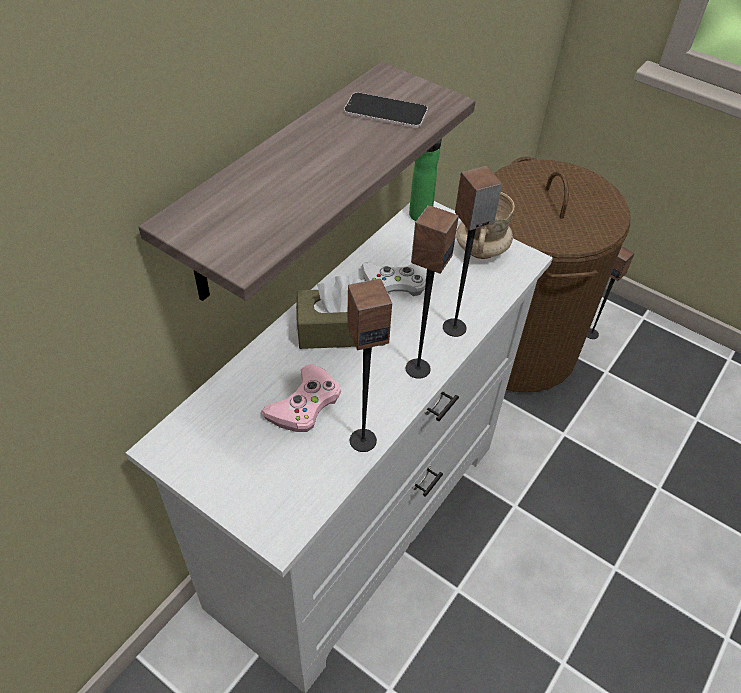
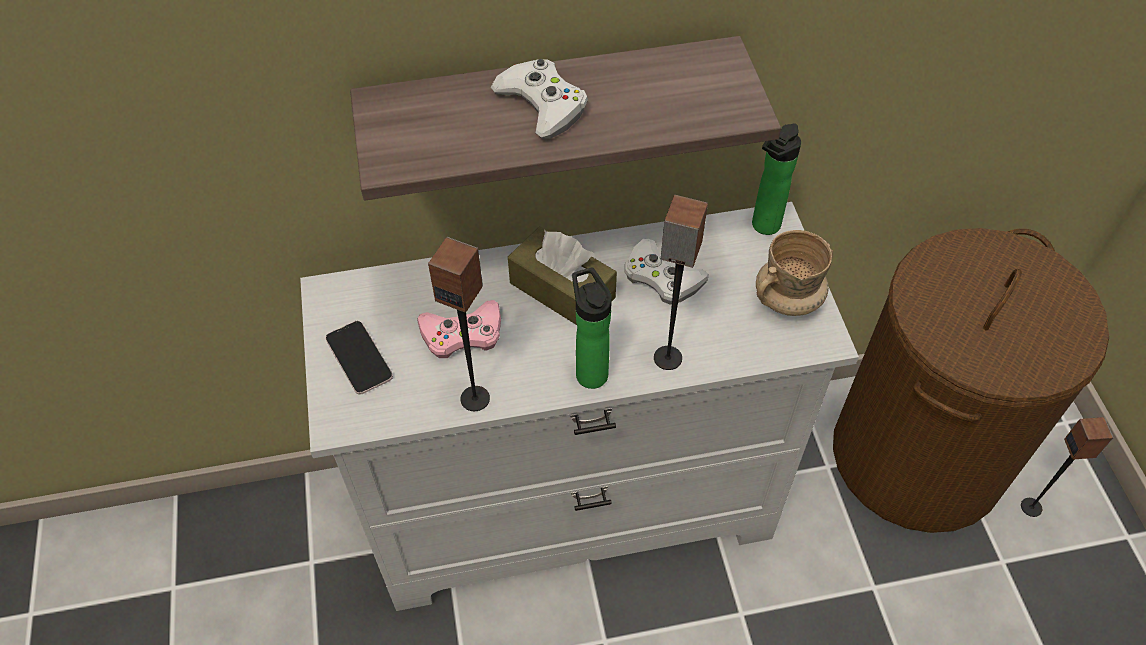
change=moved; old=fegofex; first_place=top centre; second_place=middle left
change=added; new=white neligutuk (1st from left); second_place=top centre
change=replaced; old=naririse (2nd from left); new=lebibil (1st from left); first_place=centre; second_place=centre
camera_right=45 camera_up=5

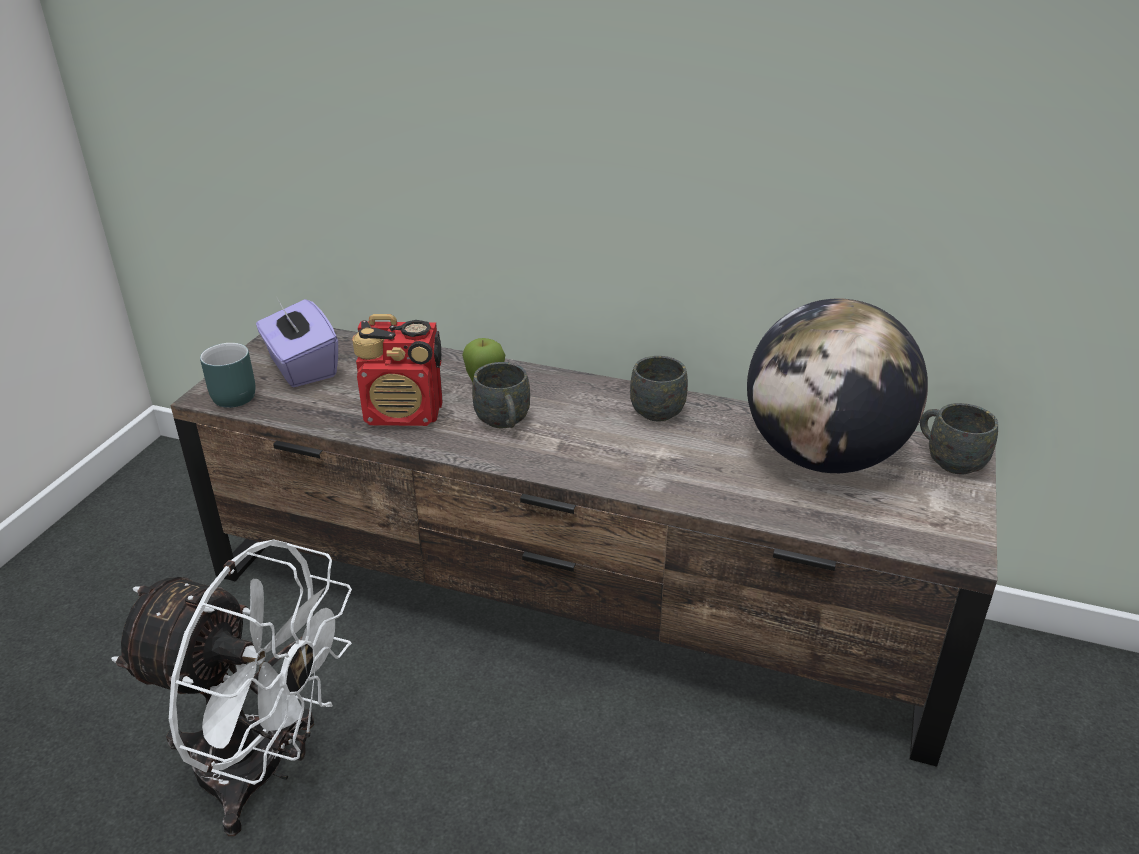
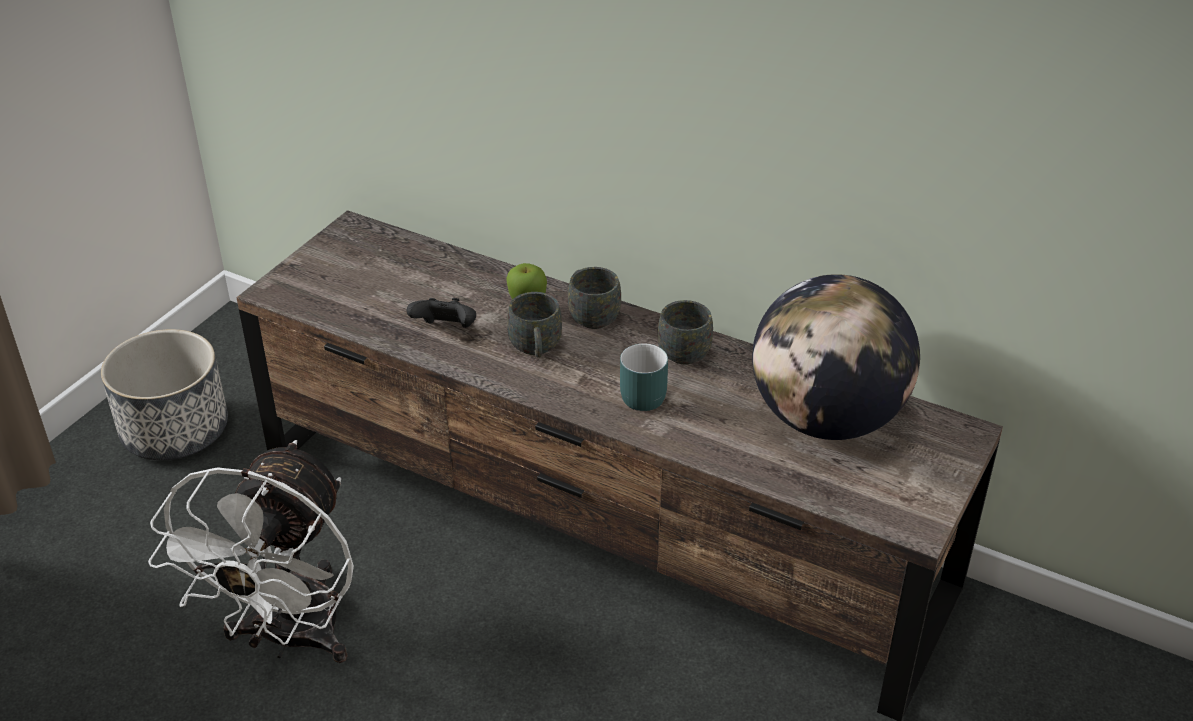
change=added; new=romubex; second_place=middle left
change=turned; old=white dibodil; first_place=bottom left; second_place=bottom left; degrees=75
change=replaced; old=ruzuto; new=black neligutuk; first_place=centre; second_place=centre
change=moved; old=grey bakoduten (3rd from left in the first image); new=grey bakoduten (2nd from left); first_place=middle right; second_place=centre
change=moved; old=turquoise bakoduten; first_place=middle left; second_place=centre
change=removed; old=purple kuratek; first_place=middle left
camera_right=10 camera_up=5

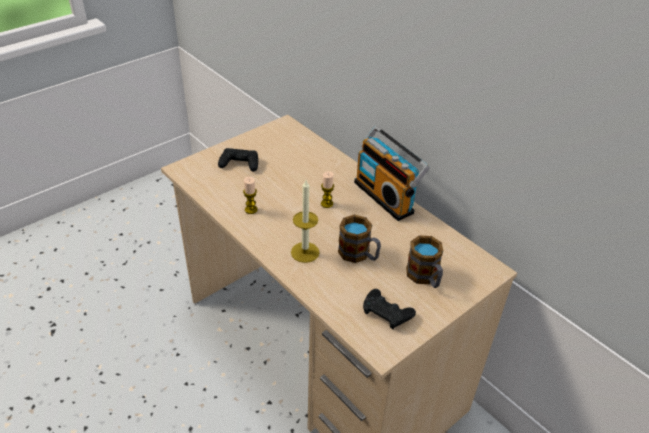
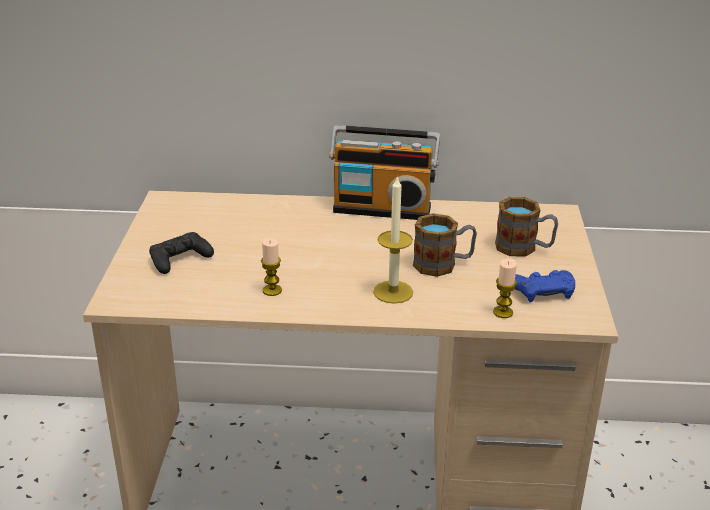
change=moved; old=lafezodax (3rd from left); first_place=centre; second_place=middle right
change=recoloured; old=black neligutuk (2nd from left); new=blue neligutuk; first_place=bottom centre; second_place=middle right
camera_right=-45 camera_up=-10

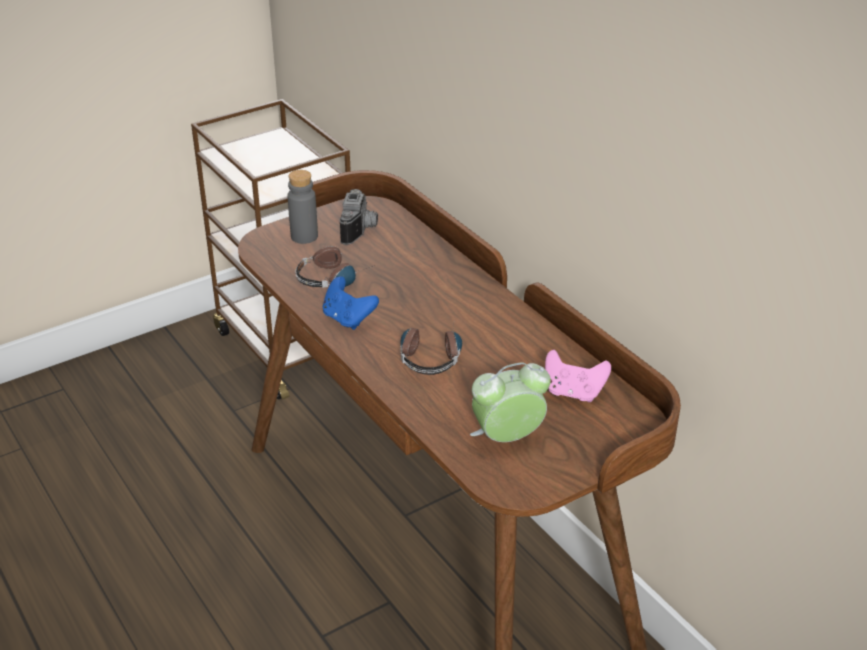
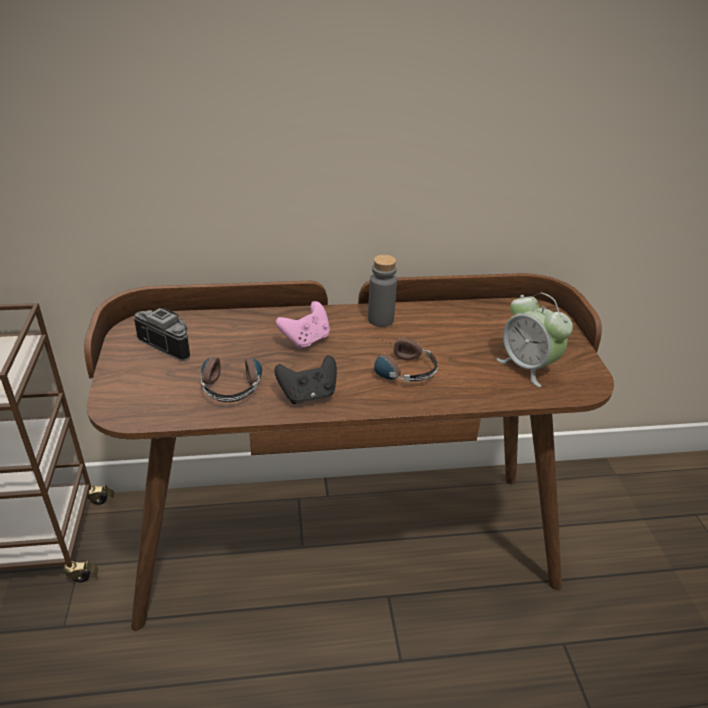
change=recoloured; old=blue neligutuk; new=black neligutuk; first_place=centre; second_place=centre
change=moved; old=pink neligutuk; first_place=middle right; second_place=centre
change=moved; old=grey lebibil; first_place=top centre; second_place=centre
change=turned; old=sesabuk; first_place=centre; second_place=middle right; degrees=-45
camera_right=-65 camera_up=0

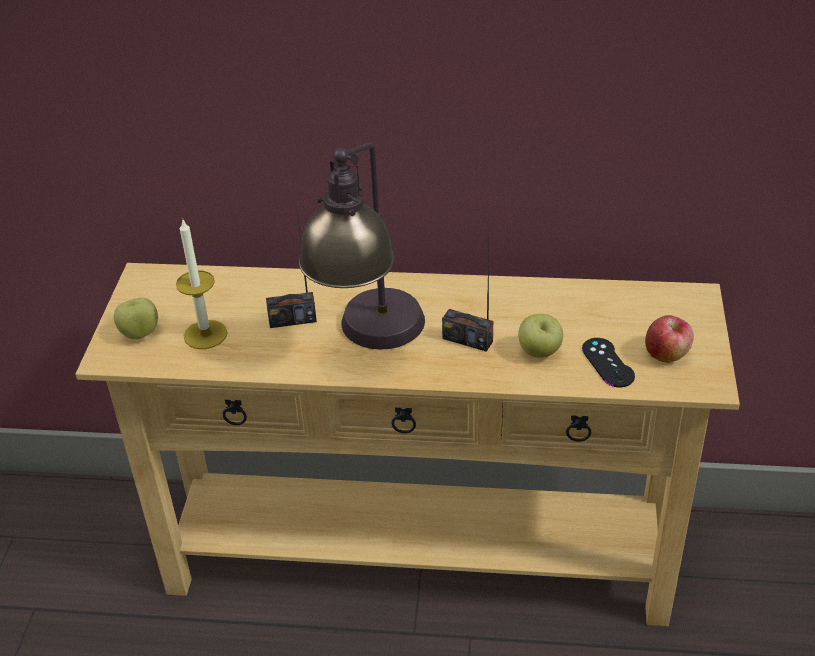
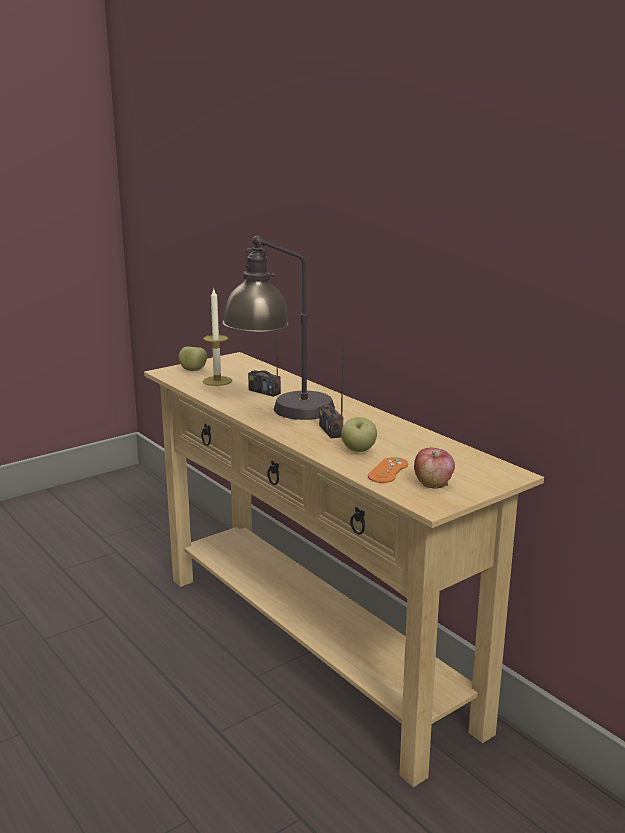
change=recoloured; old=black neligutuk; new=orange neligutuk; first_place=middle right; second_place=centre
camera_right=45 camera_up=-20

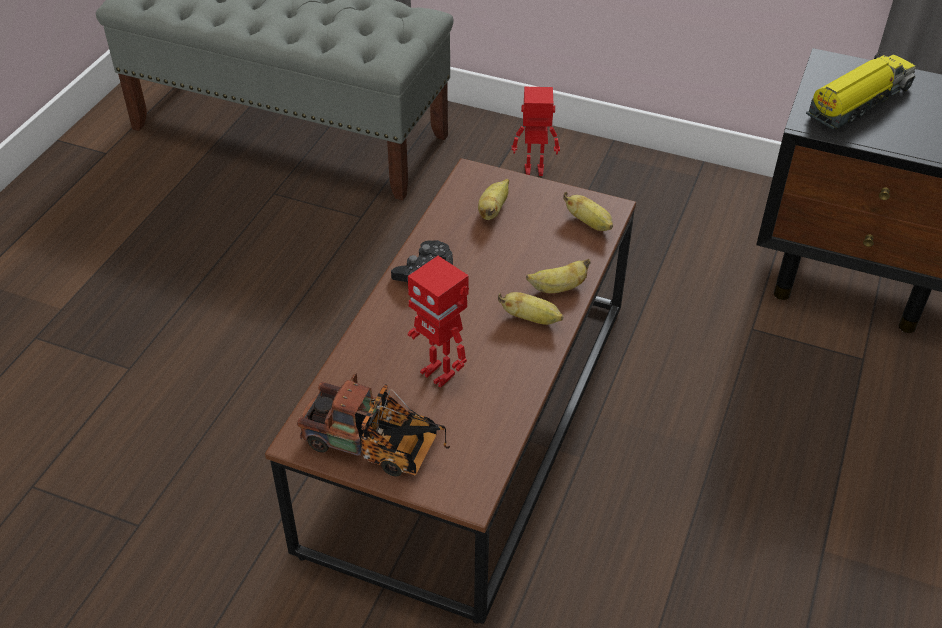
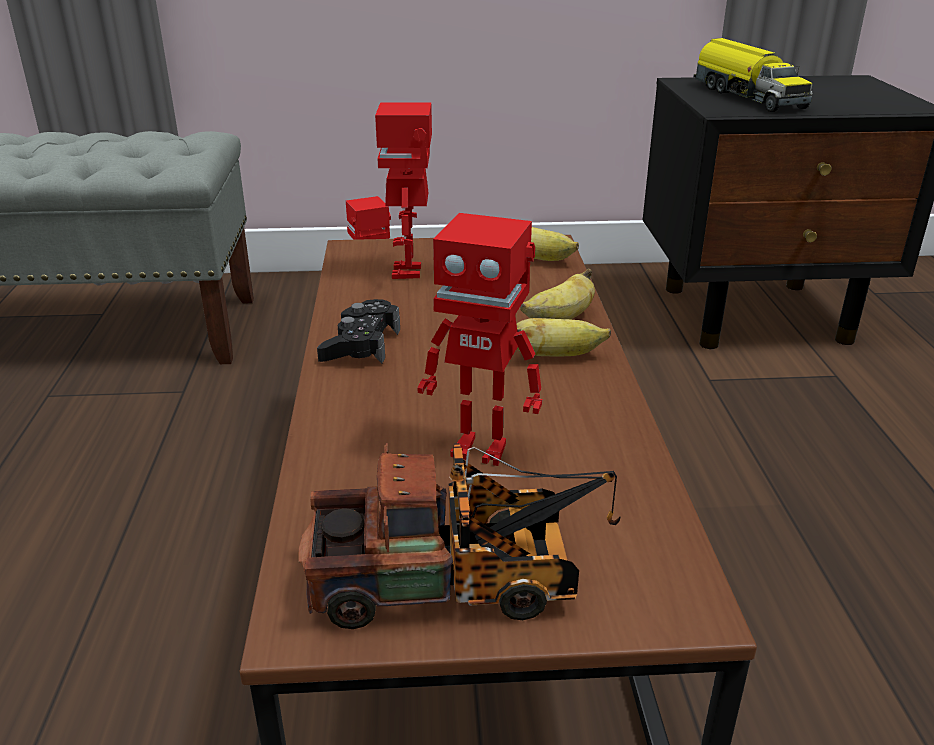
change=replaced; old=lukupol (1st from left); new=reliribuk (2nd from left); first_place=top centre; second_place=top centre
change=turned; old=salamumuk (2nd from left); first_place=top right; second_place=top right; degrees=135
camera_right=-25 camera_up=-15

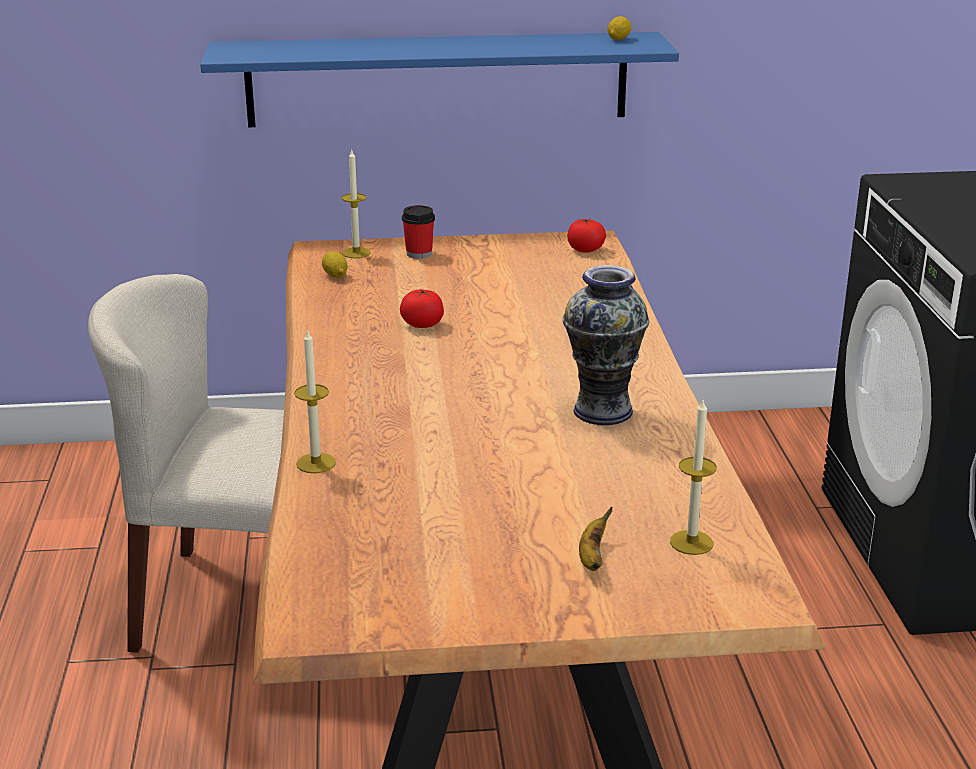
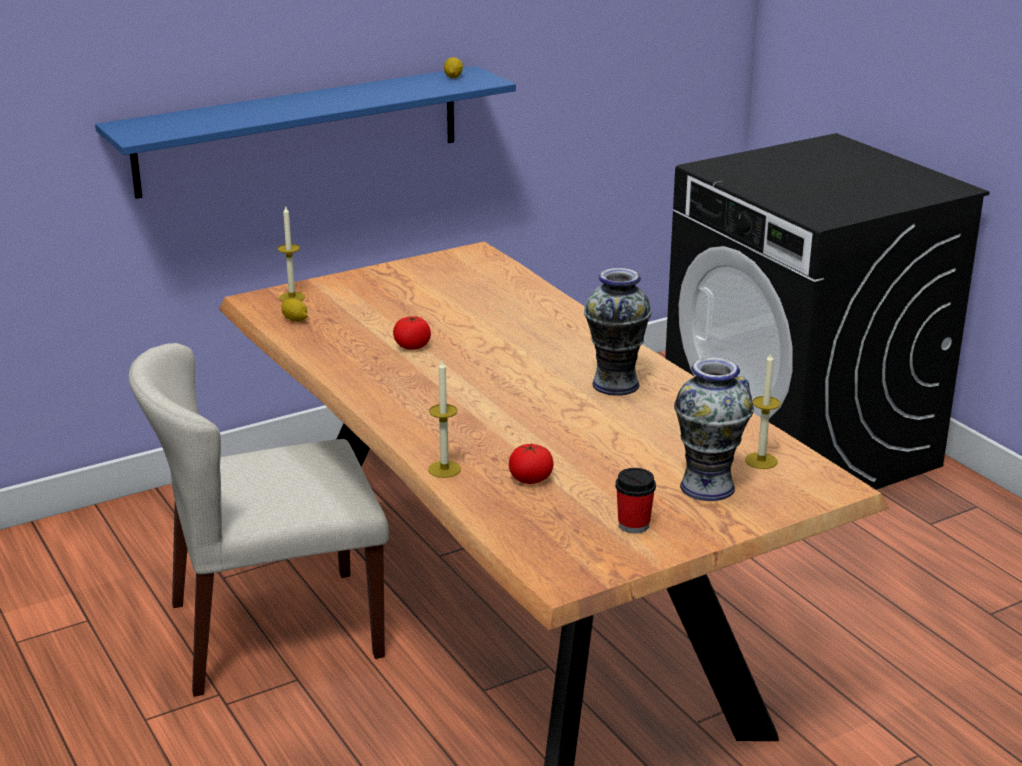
change=moved; old=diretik (2nd from left); first_place=top centre; second_place=centre
change=moved; old=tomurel; first_place=top centre; second_place=centre
change=replaced; old=lukupol; new=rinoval (2nd from left); first_place=bottom centre; second_place=middle right
camera_right=-25 camera_up=0

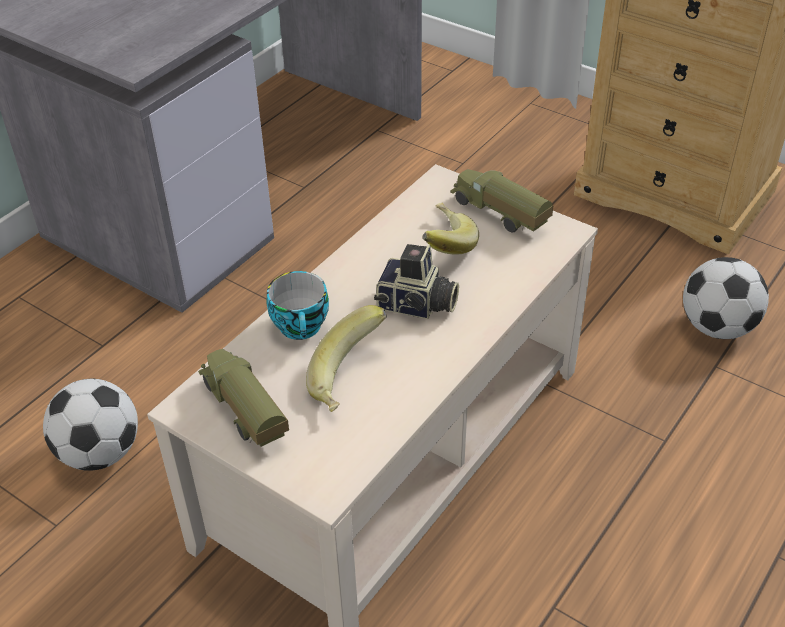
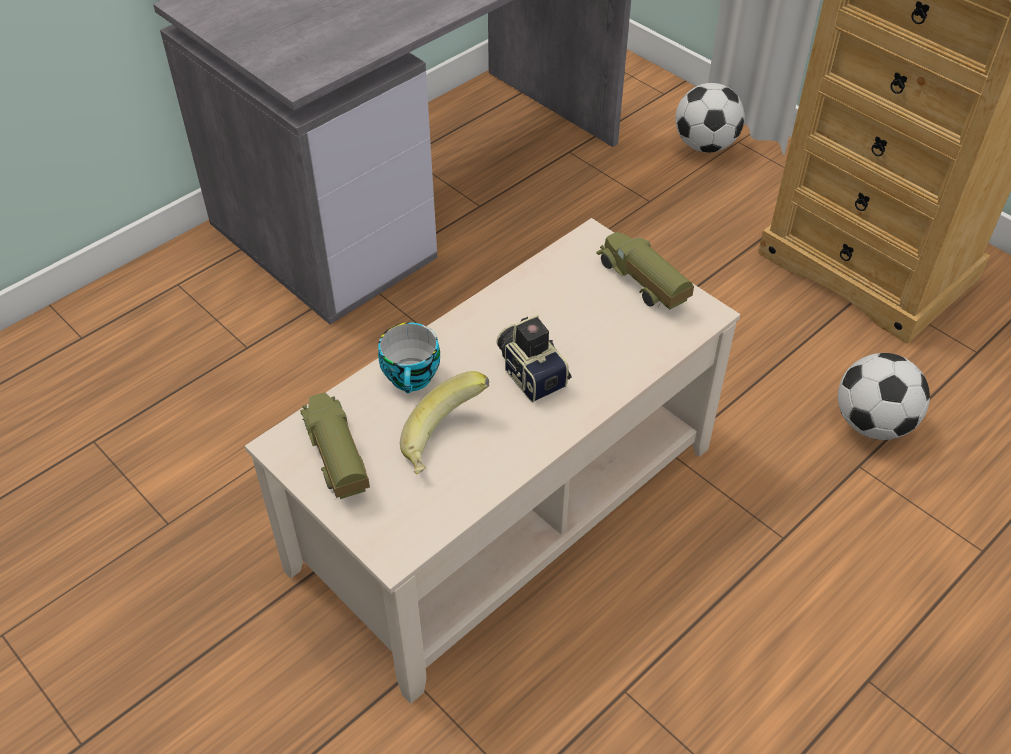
change=turned; old=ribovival; first_place=centre; second_place=centre; degrees=-150
change=moved; old=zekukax (1st from left); first_place=bottom left; second_place=top right
change=removed; old=lukupol (2nd from left); first_place=centre
camera_right=10 camera_up=5

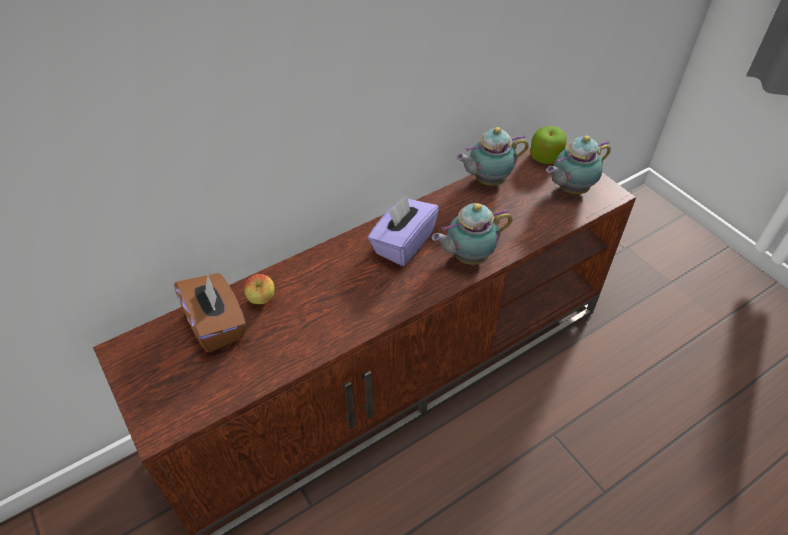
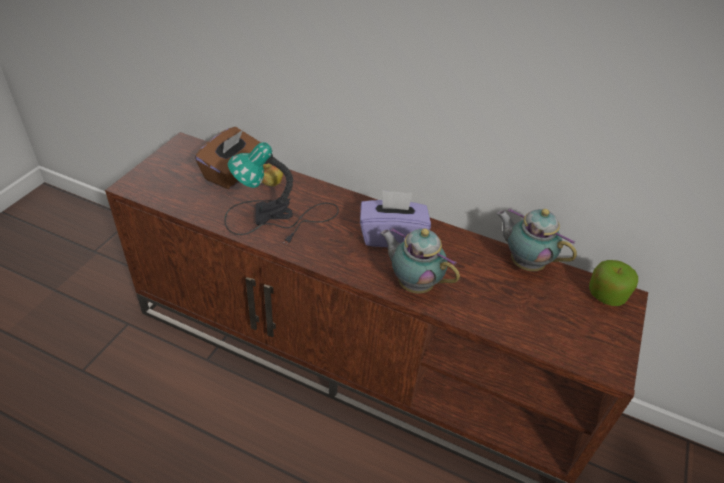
change=added; new=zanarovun; second_place=centre
change=removed; old=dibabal (3rd from left); first_place=top right
camera_right=55 camera_up=-5

